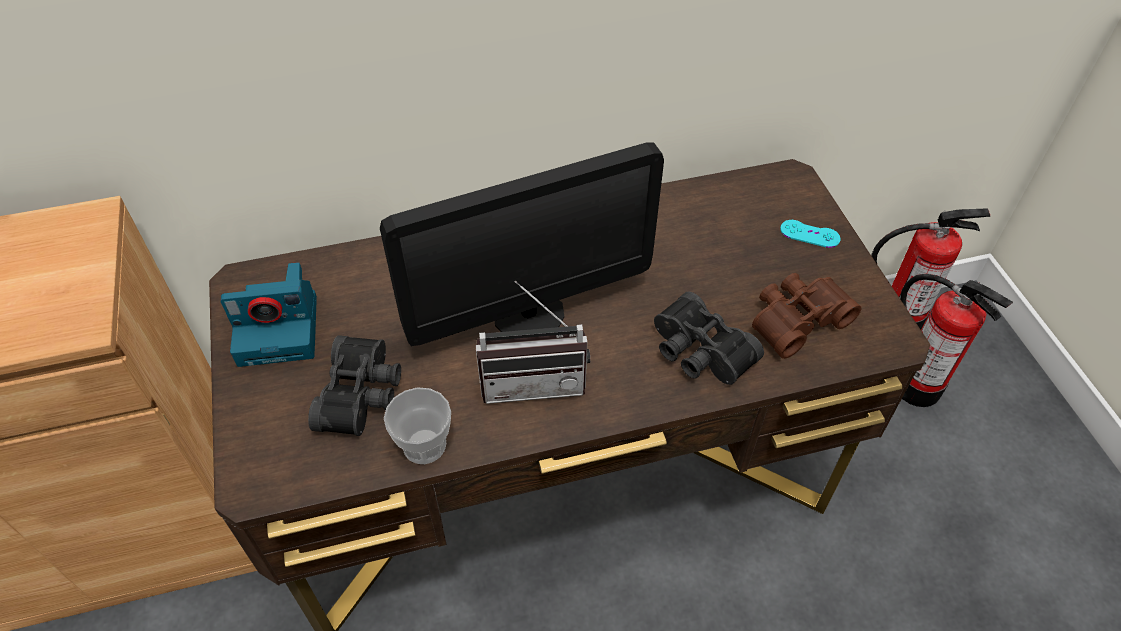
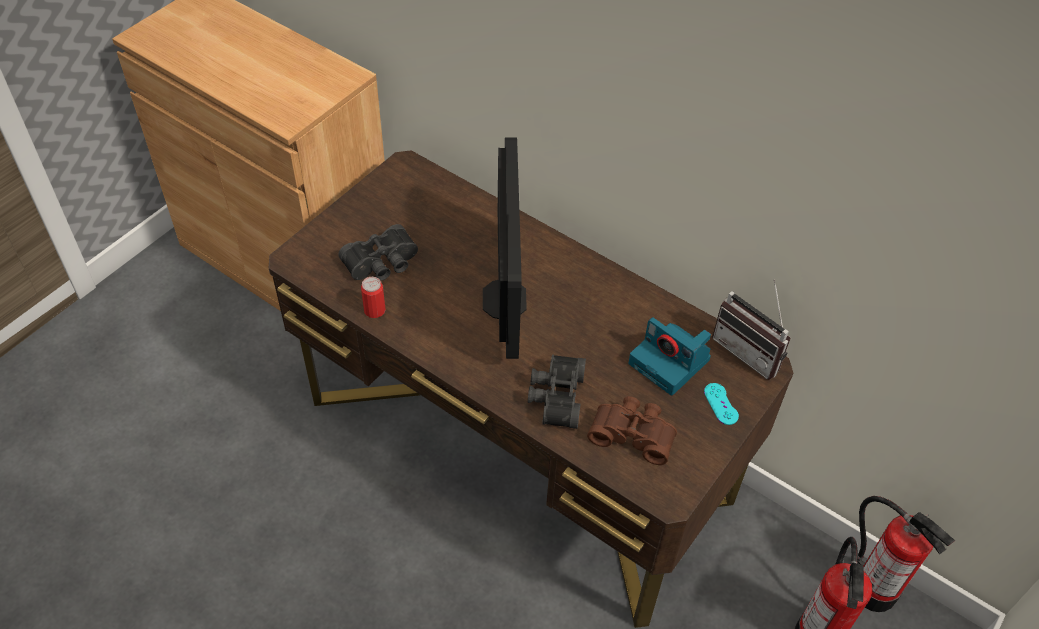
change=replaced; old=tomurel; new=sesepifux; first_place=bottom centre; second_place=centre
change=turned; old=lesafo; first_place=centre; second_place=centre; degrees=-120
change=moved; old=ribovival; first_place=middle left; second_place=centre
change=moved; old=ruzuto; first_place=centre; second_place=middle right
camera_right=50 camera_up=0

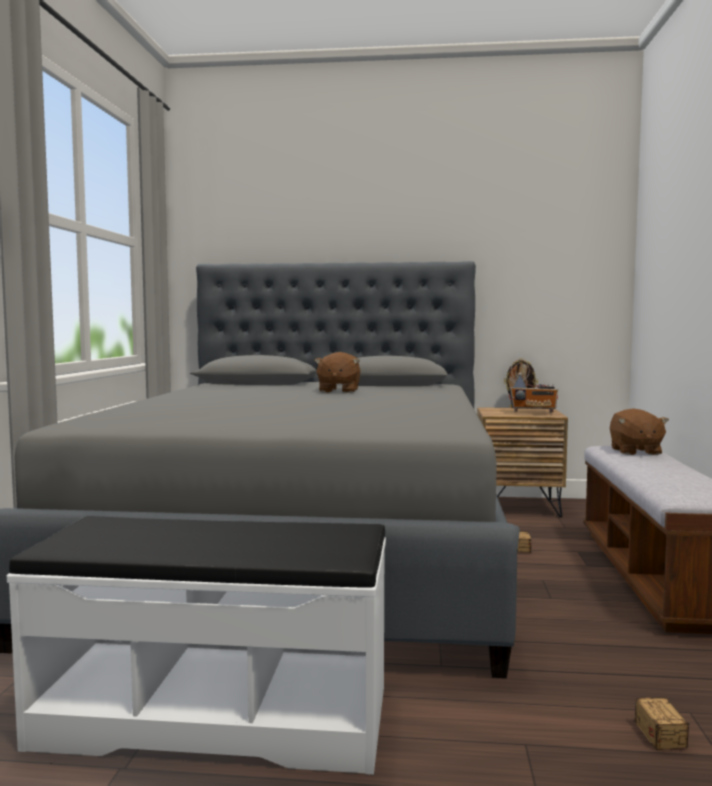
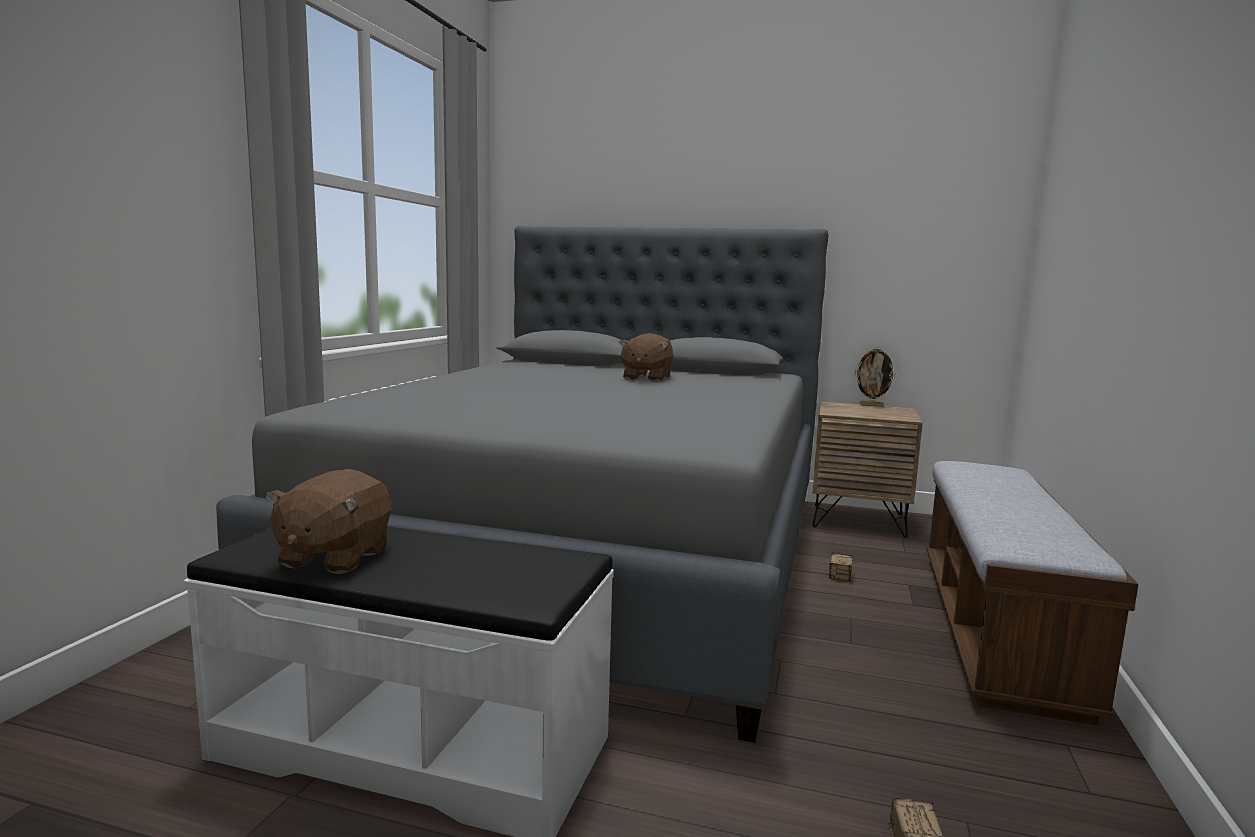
change=moved; old=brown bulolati (2nd from left in the first image); new=brown bulolati (1st from left); first_place=middle right; second_place=middle left
change=removed; old=ruzuto; first_place=middle right
camera_right=10 camera_up=5

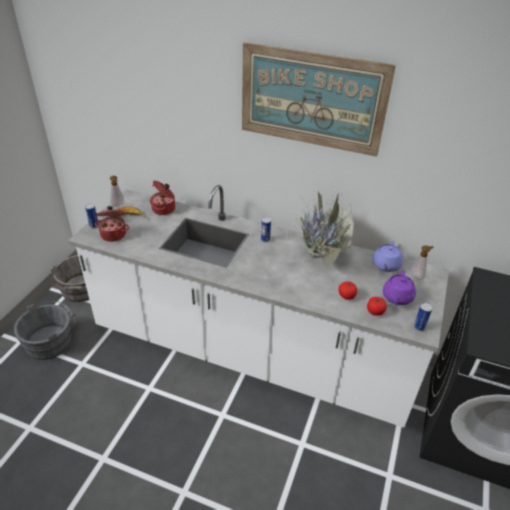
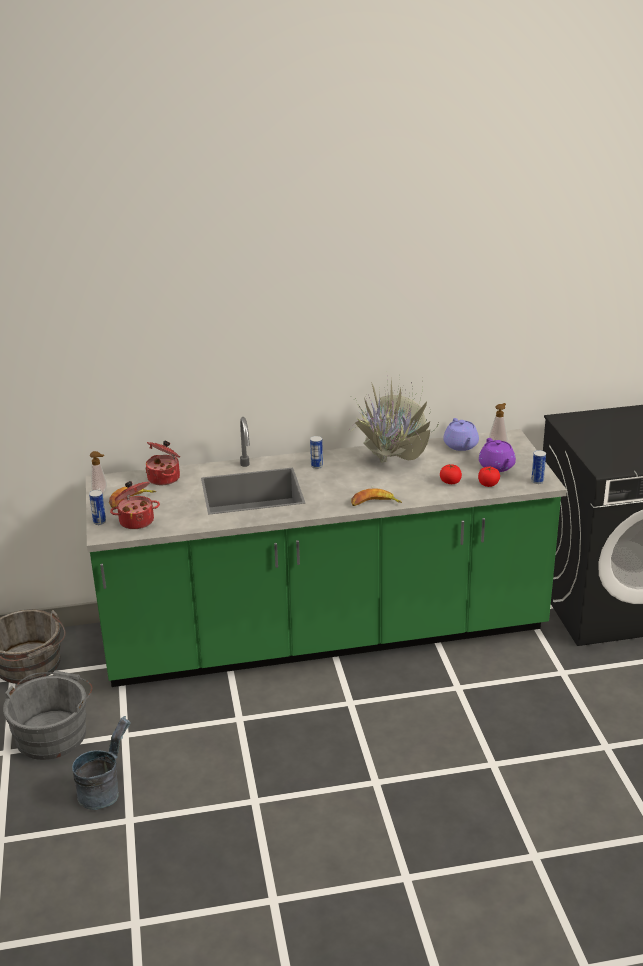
change=added; new=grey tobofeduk (3rd from left); second_place=bottom left
change=recoloured; old=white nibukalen; new=green nibukalen; first_place=centre; second_place=centre
change=added; new=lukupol (2nd from left); second_place=centre
change=removed; old=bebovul; first_place=top centre
camera_right=-30 camera_up=-10

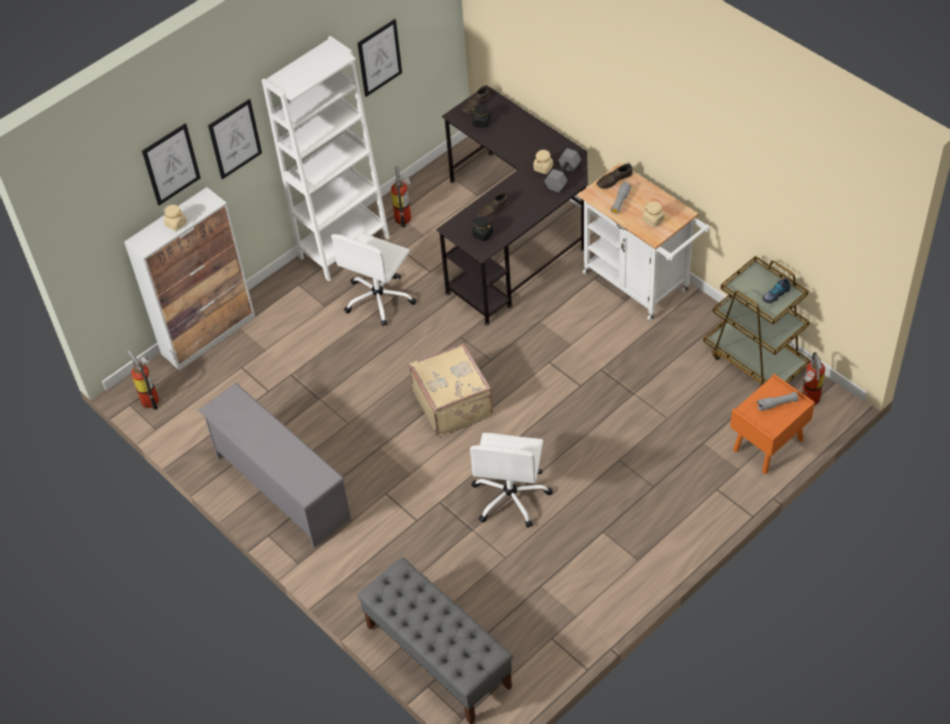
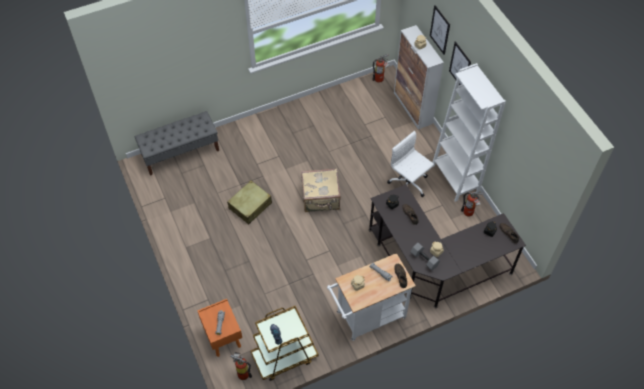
change=replaced; old=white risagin (2nd from left); new=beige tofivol (1st from left); first_place=centre; second_place=centre
change=removed; old=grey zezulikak; first_place=middle left
change=removed; old=bebovul (3rd from left); first_place=top centre
camera_right=105 camera_up=5

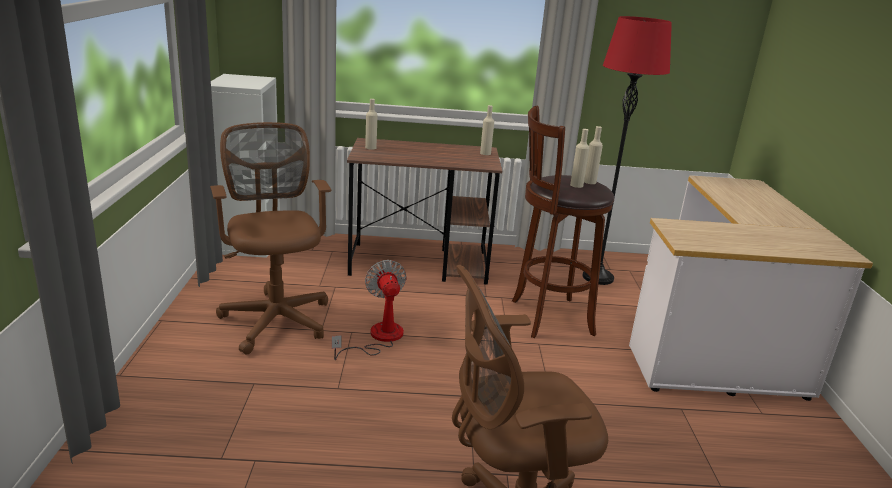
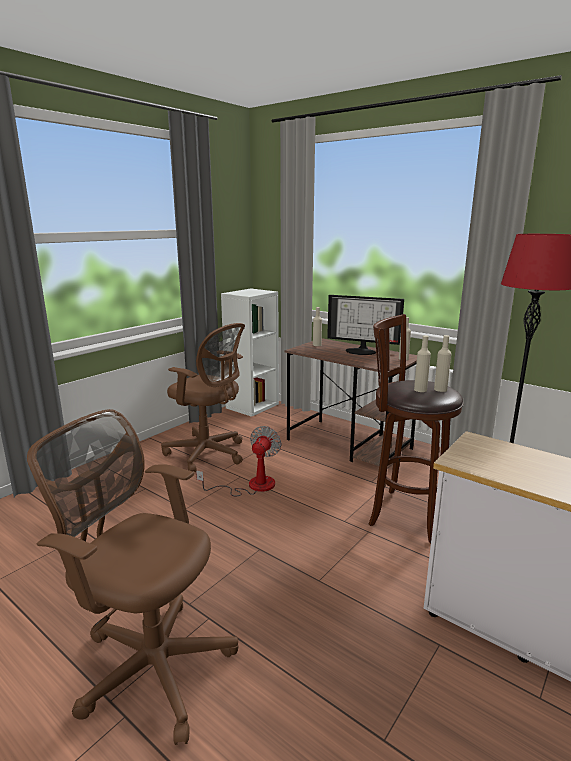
change=turned; old=brown risagin (1st from left in the first image); first_place=middle left; second_place=centre; degrees=105
change=added; new=lesafo; second_place=centre
camera_right=40 camera_up=-5

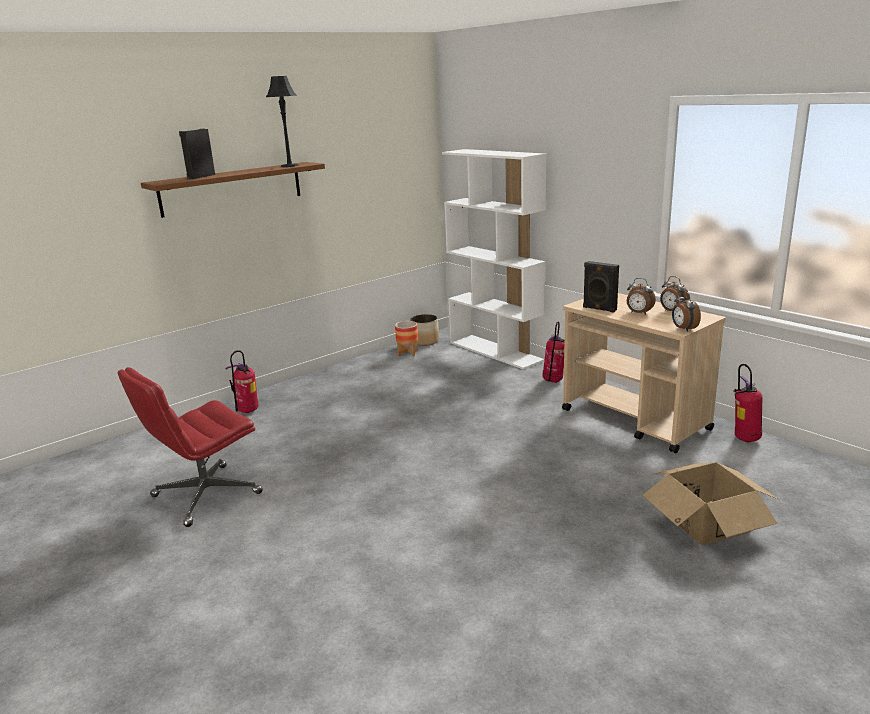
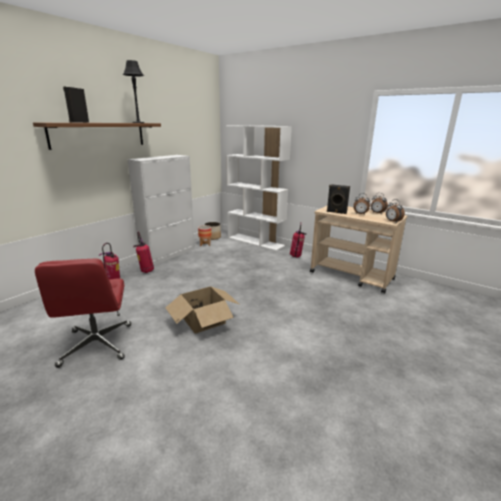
change=turned; old=red risagin; first_place=middle left; second_place=middle left; degrees=-45
change=added; new=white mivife; second_place=middle left
change=moved; old=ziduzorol (3rd from left in the first image); new=ziduzorol (2nd from left); first_place=middle right; second_place=middle left
change=moved; old=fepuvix; first_place=bottom right; second_place=centre
camera_right=-15 camera_up=0

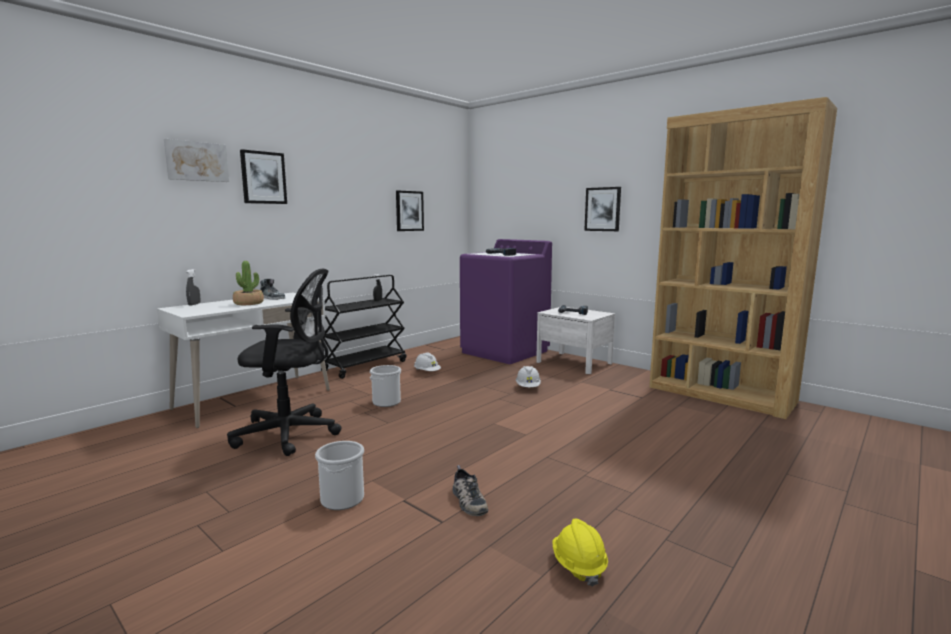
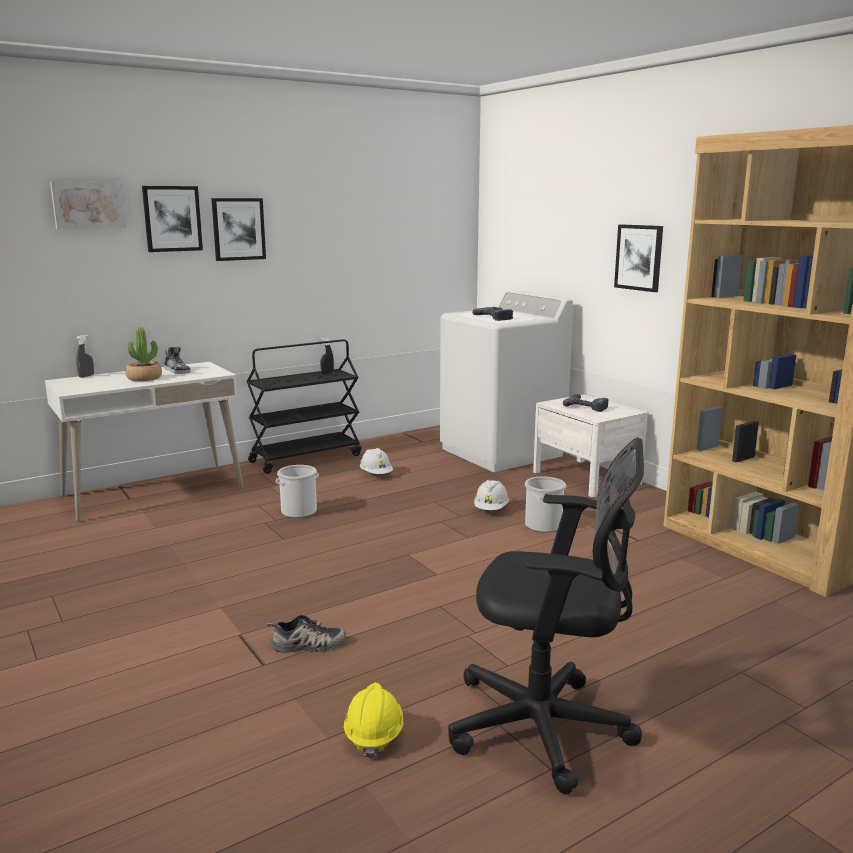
change=moved; old=bebovul (3rd from left); first_place=top centre; second_place=top left
change=turned; old=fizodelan (2nd from left); first_place=bottom centre; second_place=bottom centre; degrees=-90
change=recoloured; old=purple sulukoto; new=white sulukoto; first_place=centre; second_place=centre
change=moved; old=black risagin; first_place=middle left; second_place=bottom centre
change=moved; old=tobofeduk (1st from left in the first image); new=tobofeduk (2nd from left); first_place=bottom centre; second_place=centre
camera_right=15 camera_up=5

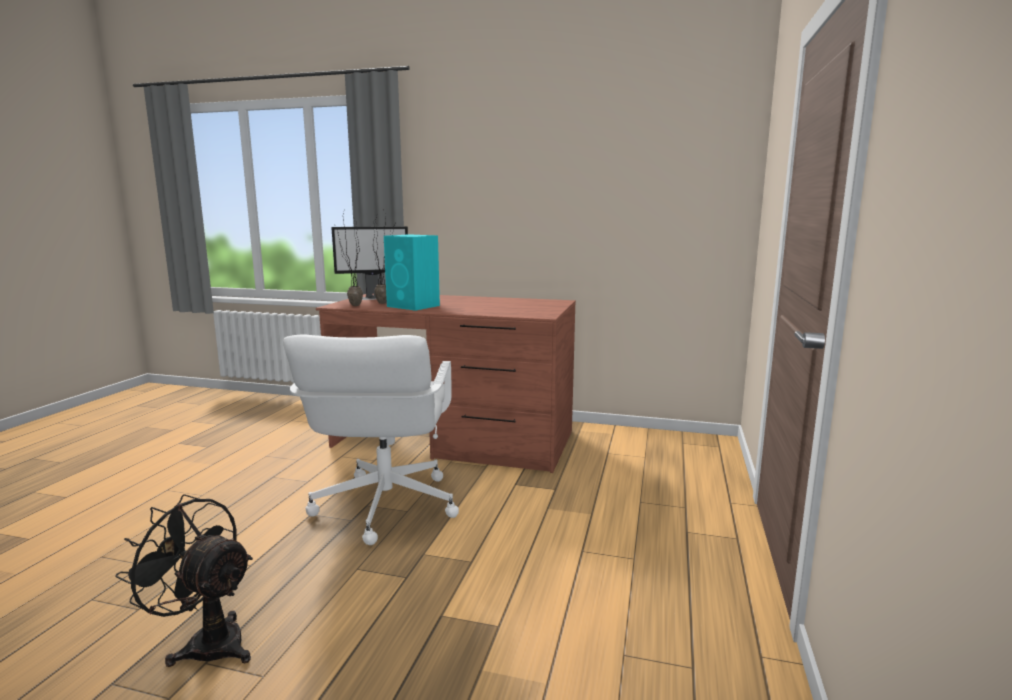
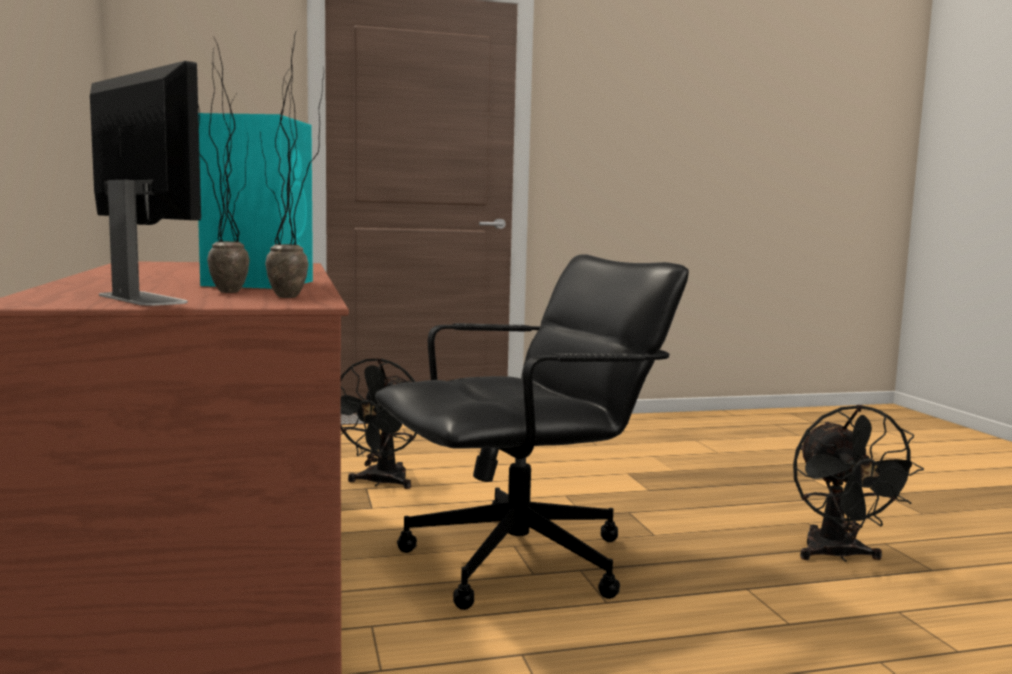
change=added; new=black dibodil (1st from left); second_place=centre
change=recoloured; old=white risagin; new=black risagin; first_place=centre; second_place=centre
camera_right=-120 camera_up=-5

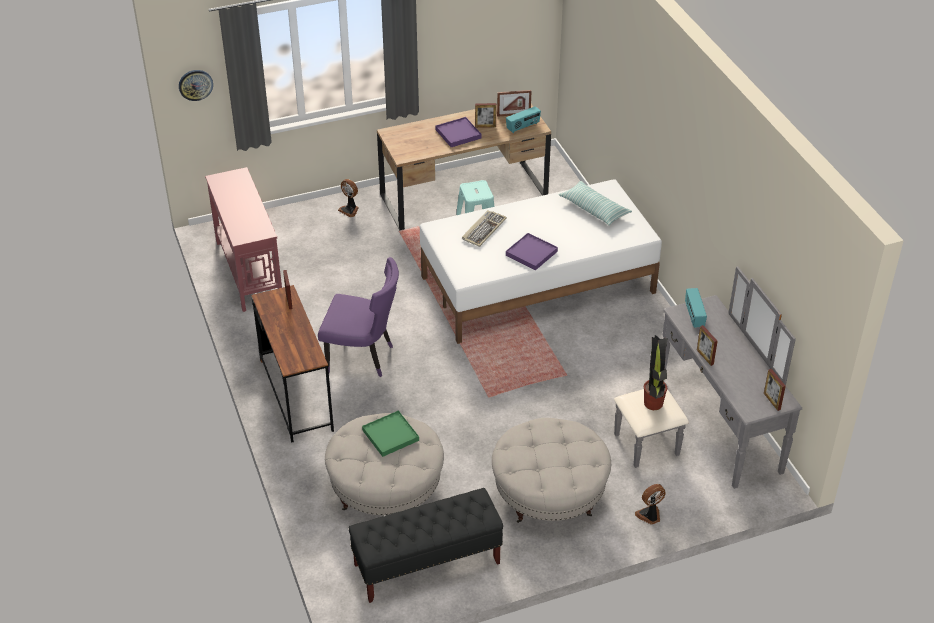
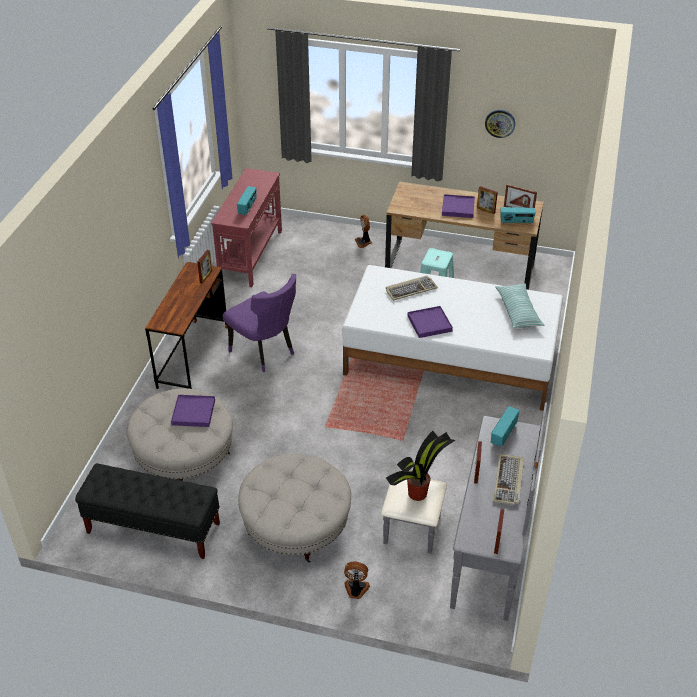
change=recoloured; old=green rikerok; new=purple rikerok (1st from left); first_place=bottom centre; second_place=middle left
change=added; new=ruzuto (1st from left); second_place=top centre
change=moved; old=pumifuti; first_place=top left; second_place=top right
change=added; new=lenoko (2nd from left); second_place=bottom right
camera_right=35 camera_up=0

